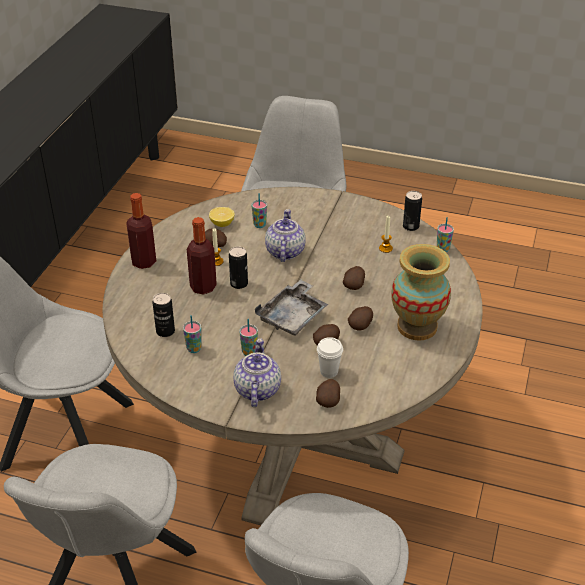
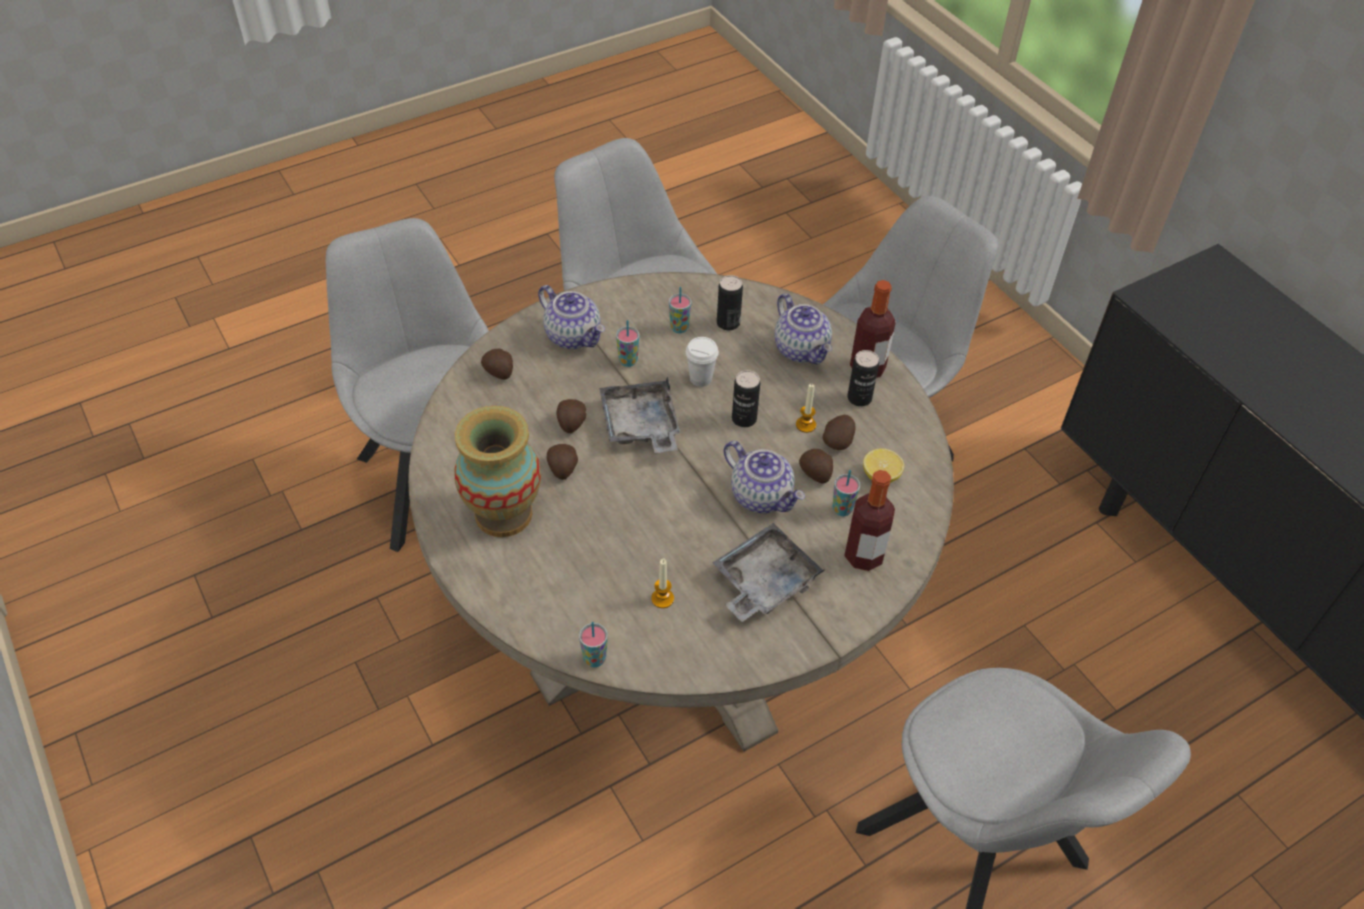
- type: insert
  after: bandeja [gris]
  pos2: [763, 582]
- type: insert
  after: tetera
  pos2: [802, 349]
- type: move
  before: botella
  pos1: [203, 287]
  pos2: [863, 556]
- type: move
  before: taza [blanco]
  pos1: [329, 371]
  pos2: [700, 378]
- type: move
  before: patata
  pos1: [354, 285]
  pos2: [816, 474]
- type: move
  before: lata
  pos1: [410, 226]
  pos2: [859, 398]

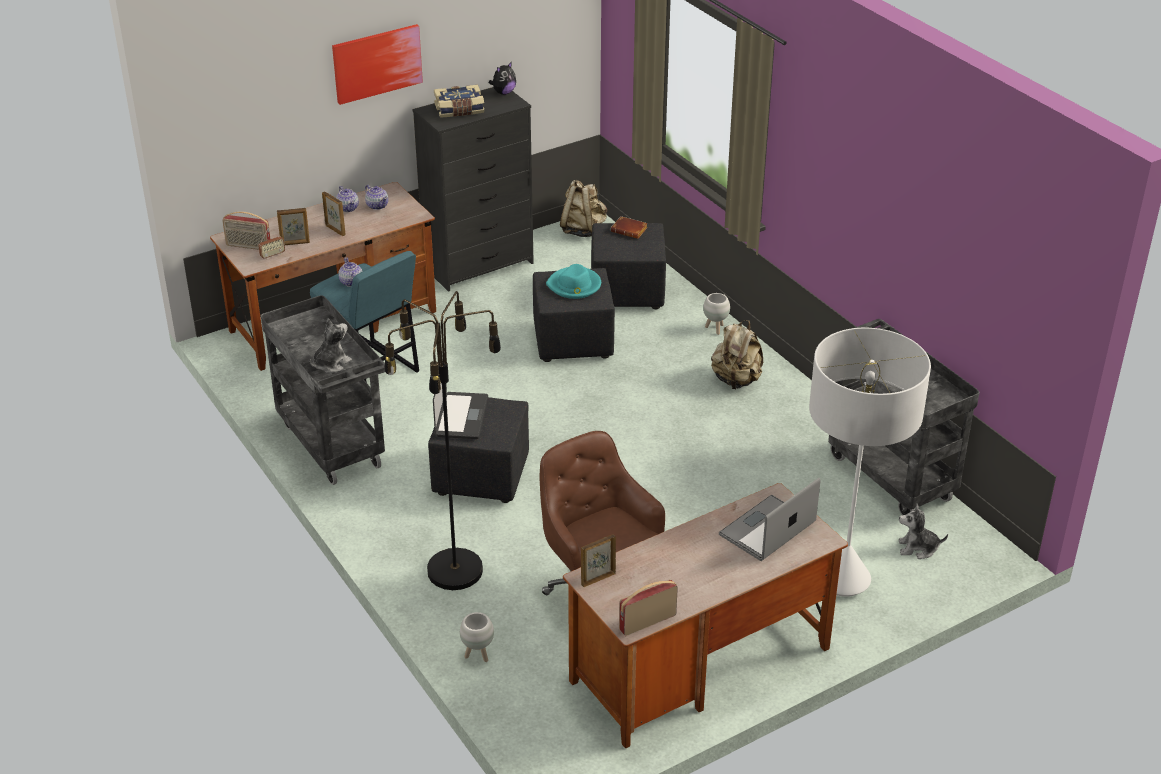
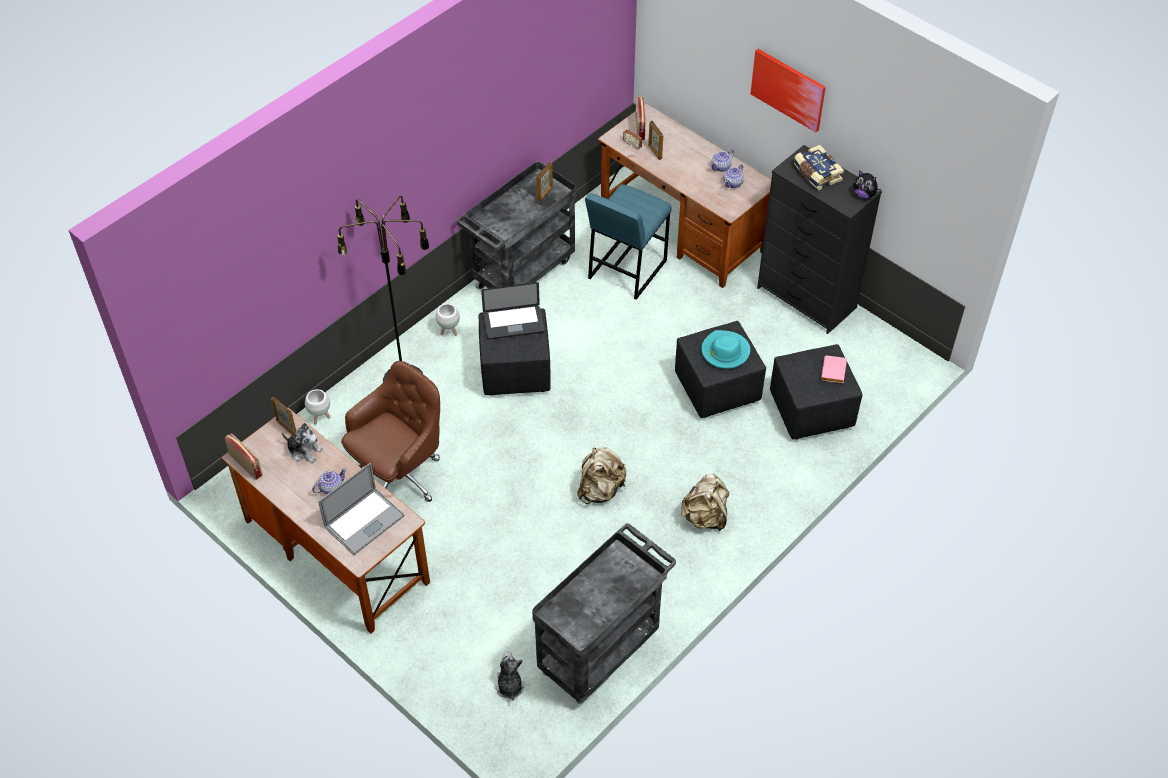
- type: delete
  before: lámpara de pie [blanco]
  pos1: [843, 582]
- type: move
  before: peluche
  pos1: [331, 364]
  pos2: [304, 450]
- type: move
  before: portarretratos
  pos1: [335, 230]
  pos2: [545, 193]
- type: move
  before: tetera
  pos1: [351, 282]
  pos2: [330, 487]
- type: move
  before: mochila [beis]
  pos1: [583, 230]
  pos2: [600, 489]
- type: move
  before: maceta [blanco]
  pos1: [715, 329]
  pos2: [449, 331]
- type: recolor
  before: libro [marrón]
  after: libro [rosa]
  pos1: [630, 230]
  pos2: [834, 372]
- type: rotate
  before: portátil
  pos1: [767, 529]
  pos2: [364, 521]
  turn: 105

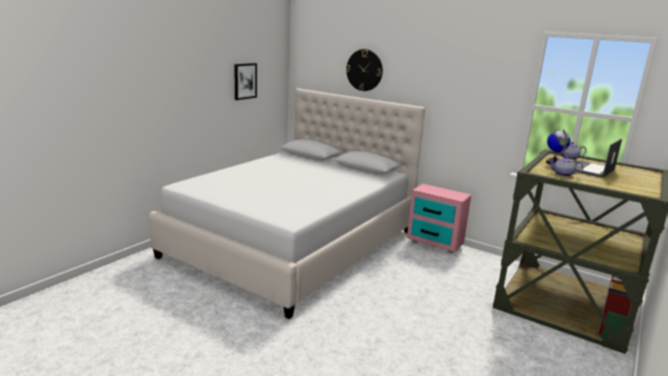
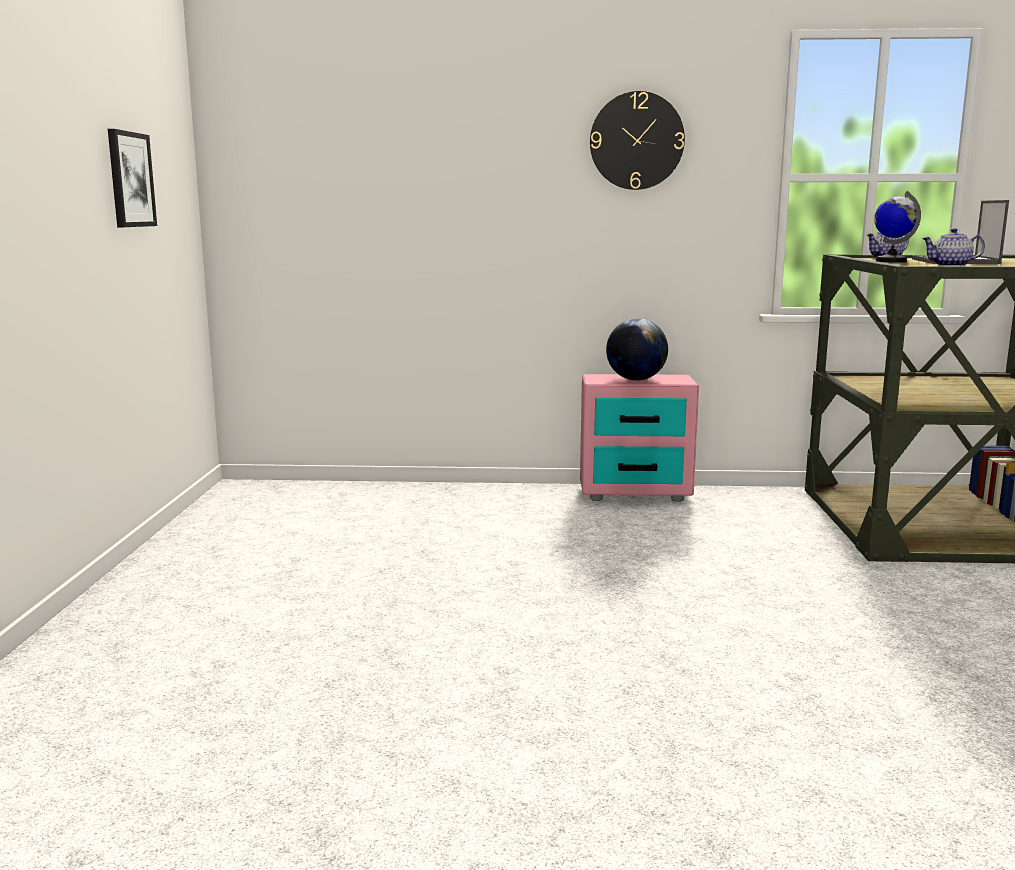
- type: delete
  before: cama [blanco]
  pos1: [294, 243]
- type: insert
  after: globo terráqueo
  pos2: [636, 380]
- type: move
  before: reloj de pared
  pos1: [364, 70]
  pos2: [636, 141]

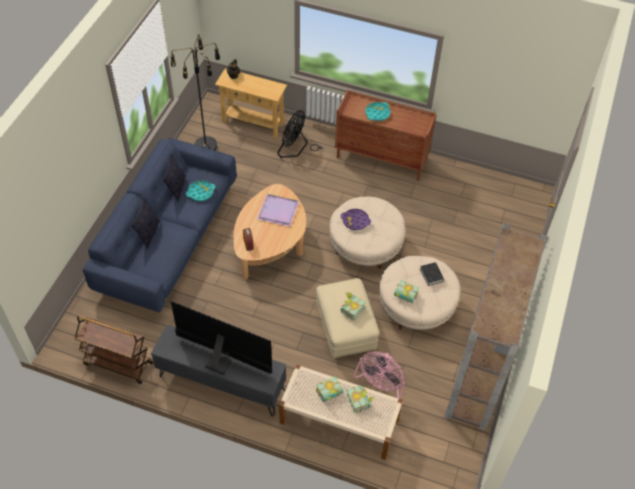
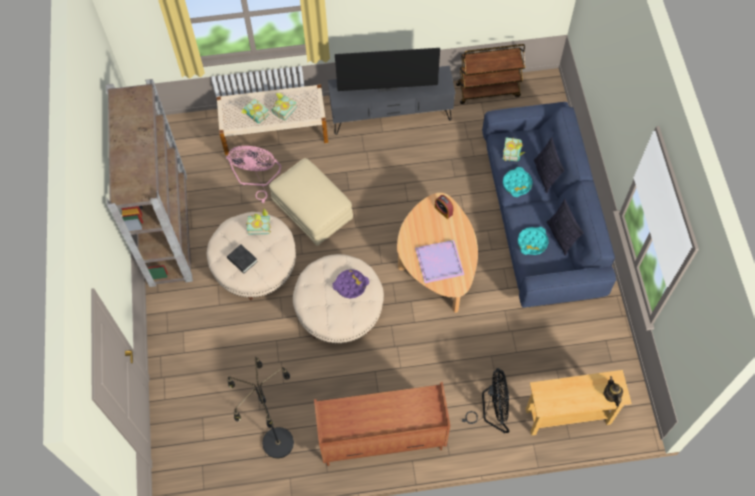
- type: move
  before: lámpara de pie
  pos1: [206, 146]
  pos2: [277, 442]
- type: move
  before: libro
  pos1: [350, 309]
  pos2: [514, 153]
- type: move
  before: bandeja [turquesa]
  pos1: [377, 113]
  pos2: [517, 184]

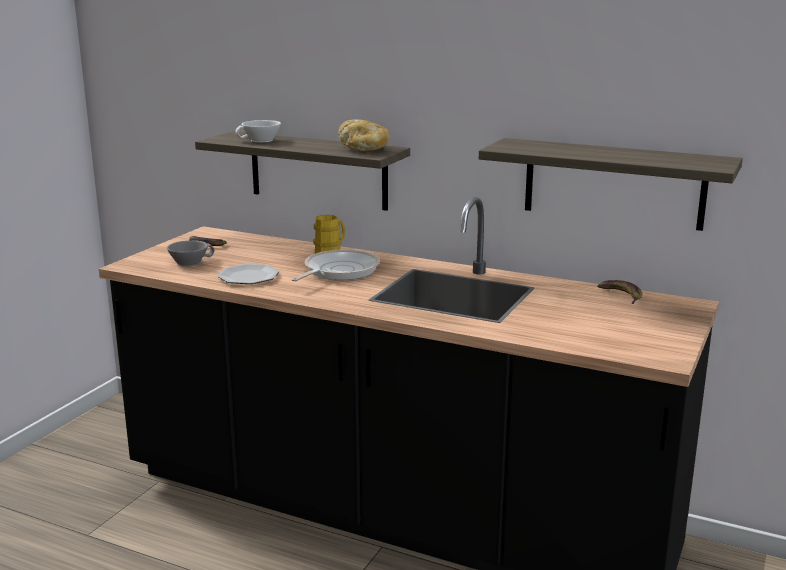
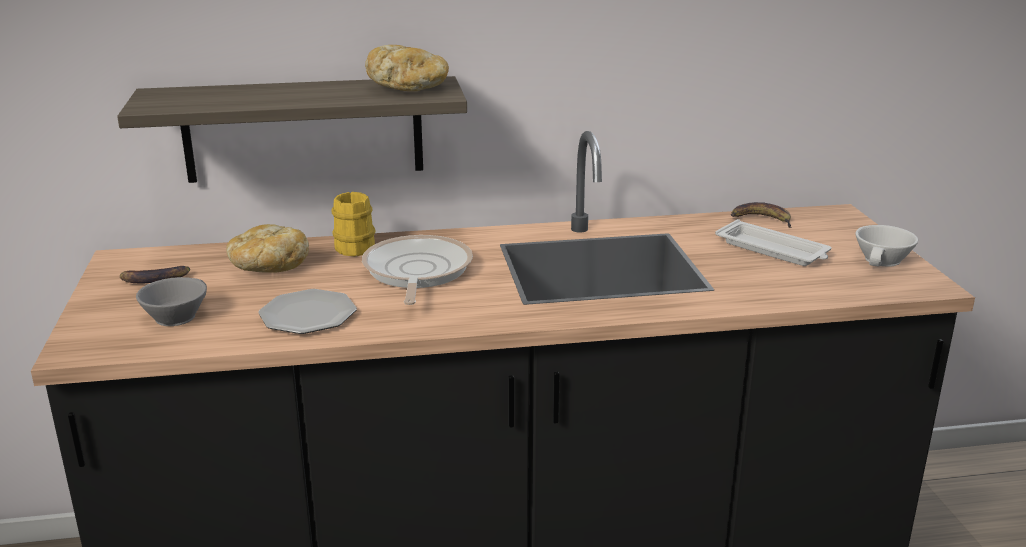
- type: delete
  before: estante
  pos1: [613, 183]
- type: insert
  after: pan
  pos2: [268, 268]
- type: insert
  after: bandeja [blanco]
  pos2: [773, 250]
- type: move
  before: taza [blanco]
  pos1: [261, 140]
  pos2: [884, 260]

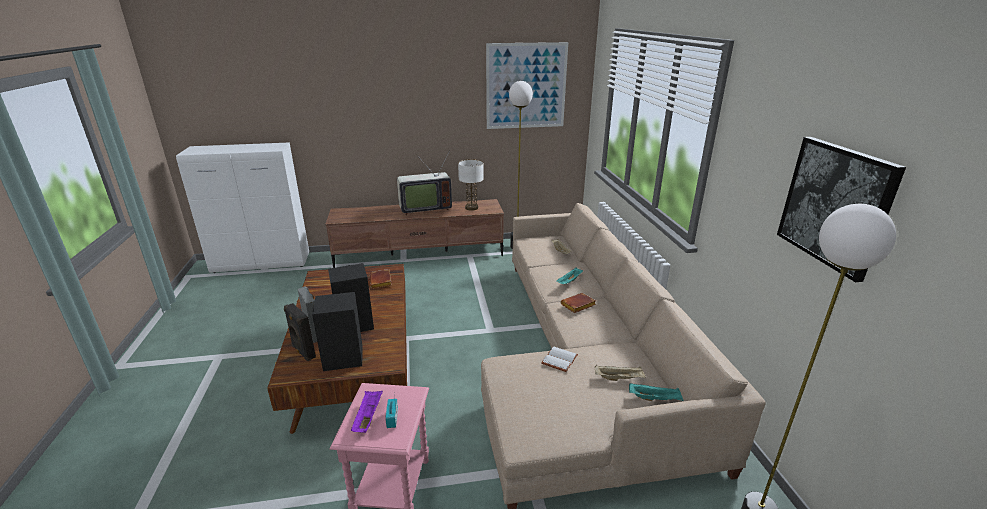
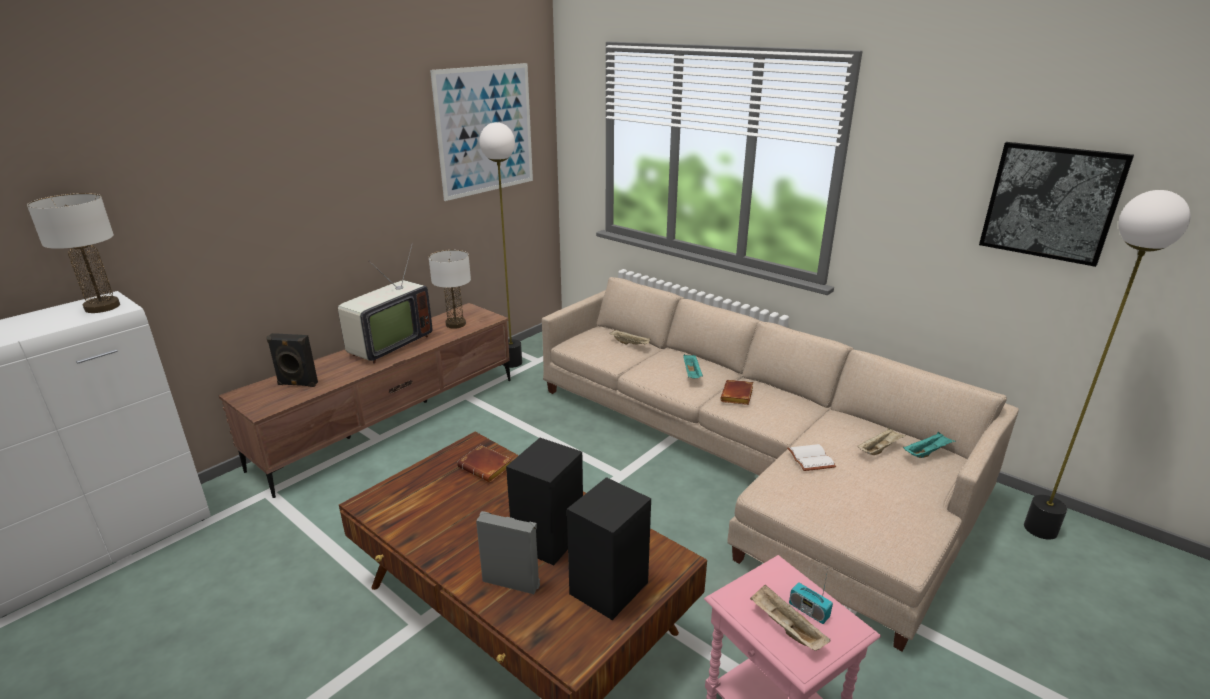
- type: insert
  after: lámpara de mesa
  pos2: [102, 307]
- type: move
  before: altavoz [negro]
  pos1: [303, 352]
  pos2: [297, 384]
- type: recolor
  before: bandeja [morado]
  after: bandeja [beis]
  pos1: [368, 417]
  pos2: [785, 628]

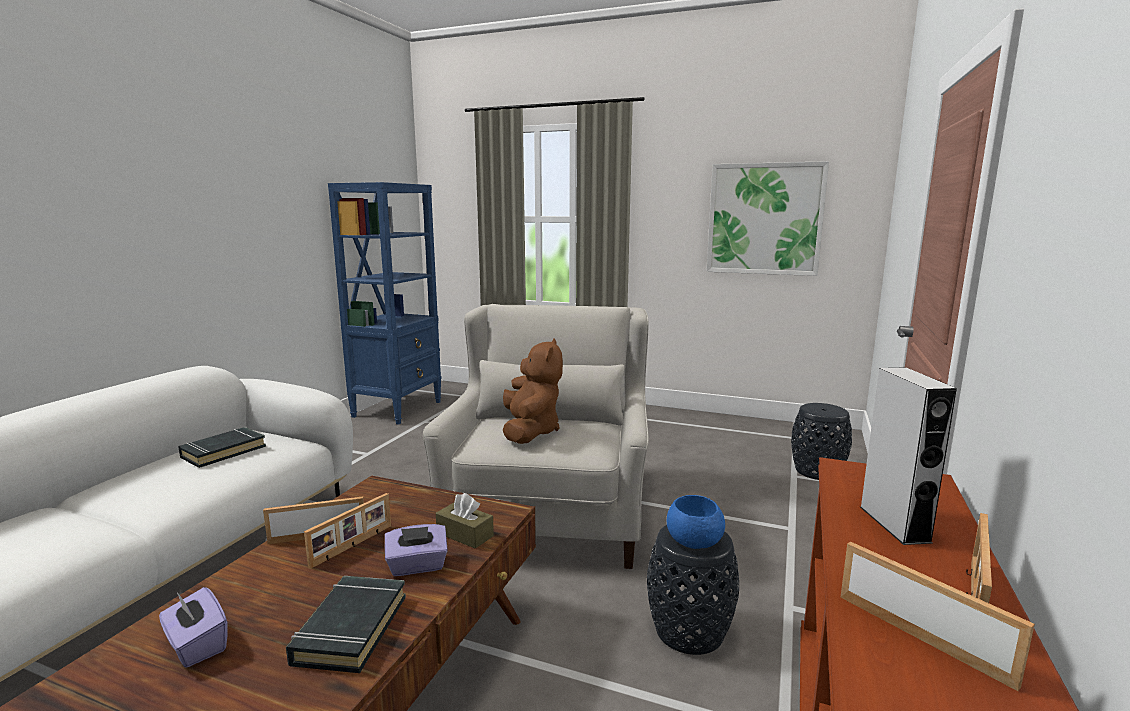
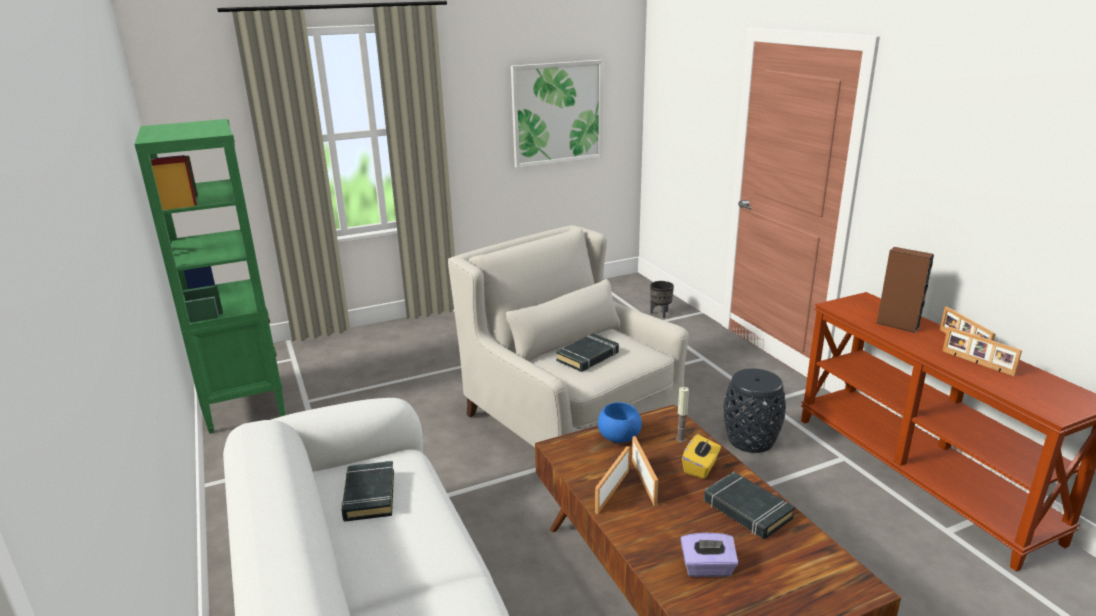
- type: move
  before: cuenco [azul]
  pos1: [693, 542]
  pos2: [619, 438]
- type: replace
  before: caja de pañuelos [marrón]
  after: vela
  pos1: [465, 534]
  pos2: [680, 439]
- type: replace
  before: peluche [marrón]
  after: libro [negro]
  pos1: [530, 431]
  pos2: [588, 357]
- type: replace
  before: taburete [negro]
  after: maceta [negro]
  pos1: [817, 471]
  pos2: [660, 314]
- type: recolor
  before: estantería [azul]
  after: estantería [verde]
  pos1: [398, 409]
  pos2: [245, 402]
- type: recolor
  before: caja de pañuelos [morado]
  after: caja de pañuelos [amarillo]
  pos1: [417, 566]
  pos2: [700, 467]
- type: recolor
  before: altavoz [gris]
  after: altavoz [marrón]
  pos1: [894, 524]
  pos2: [897, 325]
- type: rotate
  before: portarretratos
  pos1: [922, 636]
  pos2: [977, 363]
  turn: -135

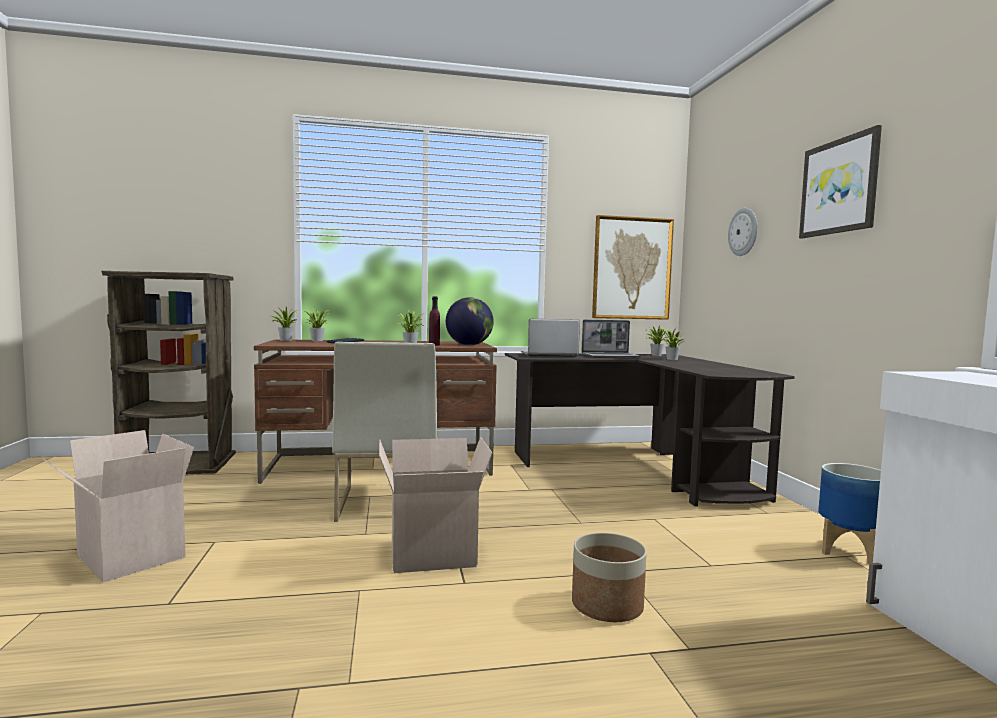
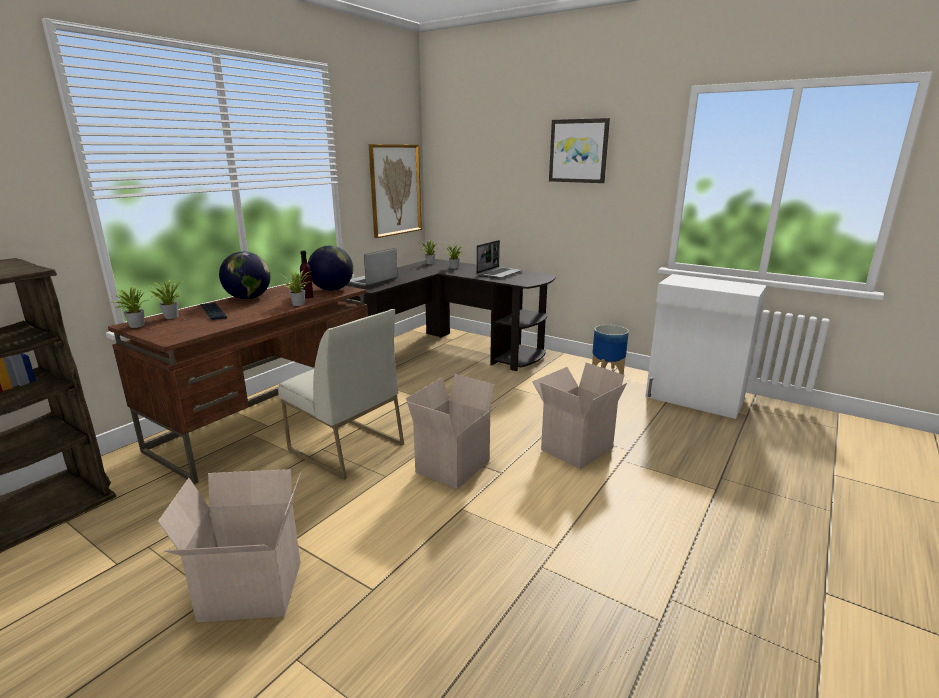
- type: delete
  before: reloj de pared
  pos1: [743, 232]
- type: insert
  after: globo terráqueo
  pos2: [249, 298]
- type: move
  before: portátil
  pos1: [611, 356]
  pos2: [499, 273]
- type: replace
  before: maceta
  after: caja de cartón
  pos1: [607, 605]
  pos2: [575, 448]

